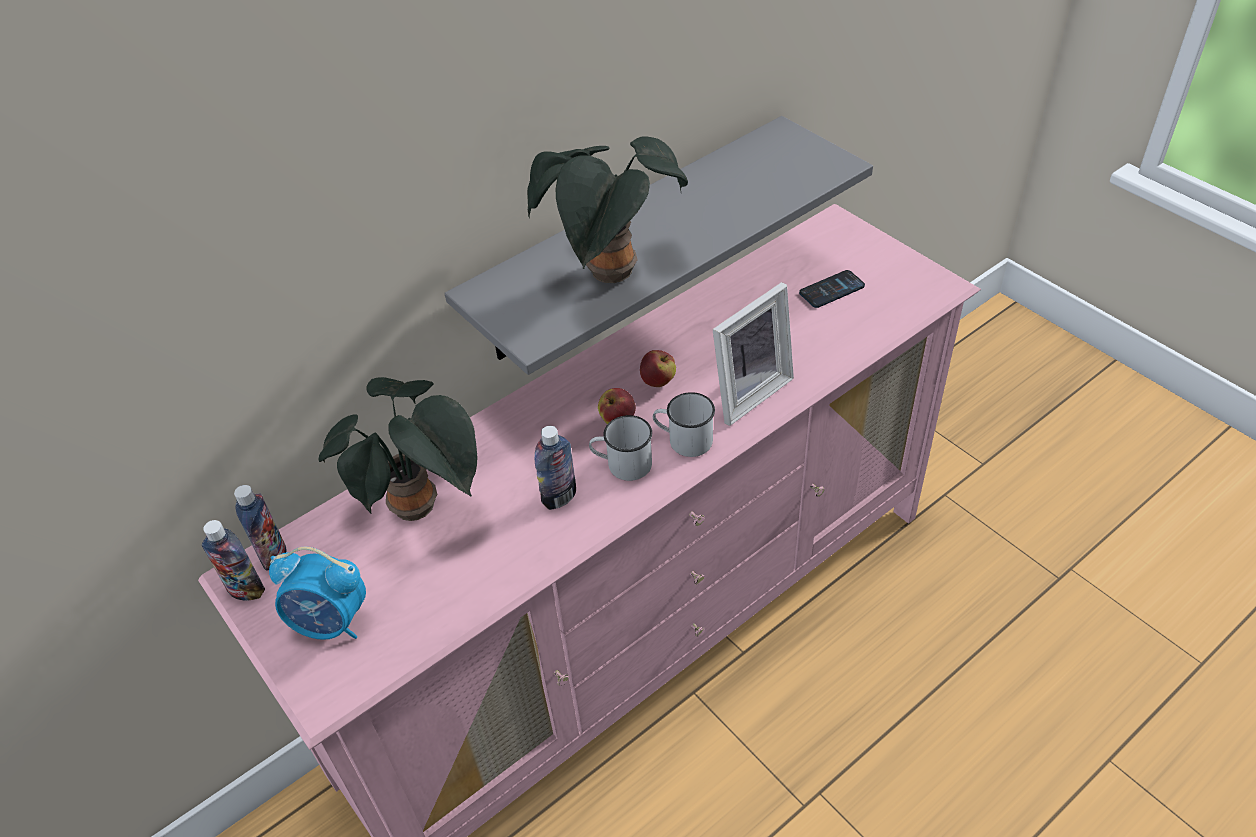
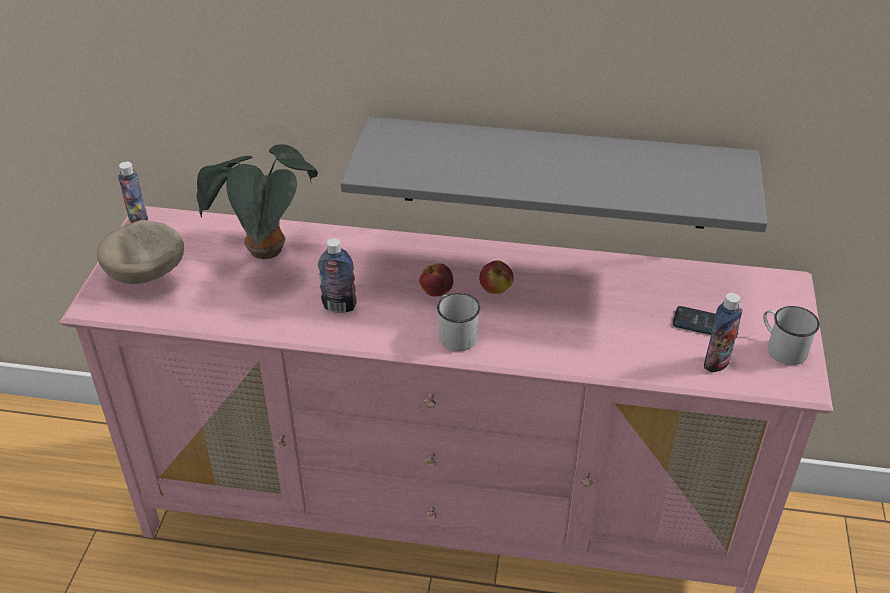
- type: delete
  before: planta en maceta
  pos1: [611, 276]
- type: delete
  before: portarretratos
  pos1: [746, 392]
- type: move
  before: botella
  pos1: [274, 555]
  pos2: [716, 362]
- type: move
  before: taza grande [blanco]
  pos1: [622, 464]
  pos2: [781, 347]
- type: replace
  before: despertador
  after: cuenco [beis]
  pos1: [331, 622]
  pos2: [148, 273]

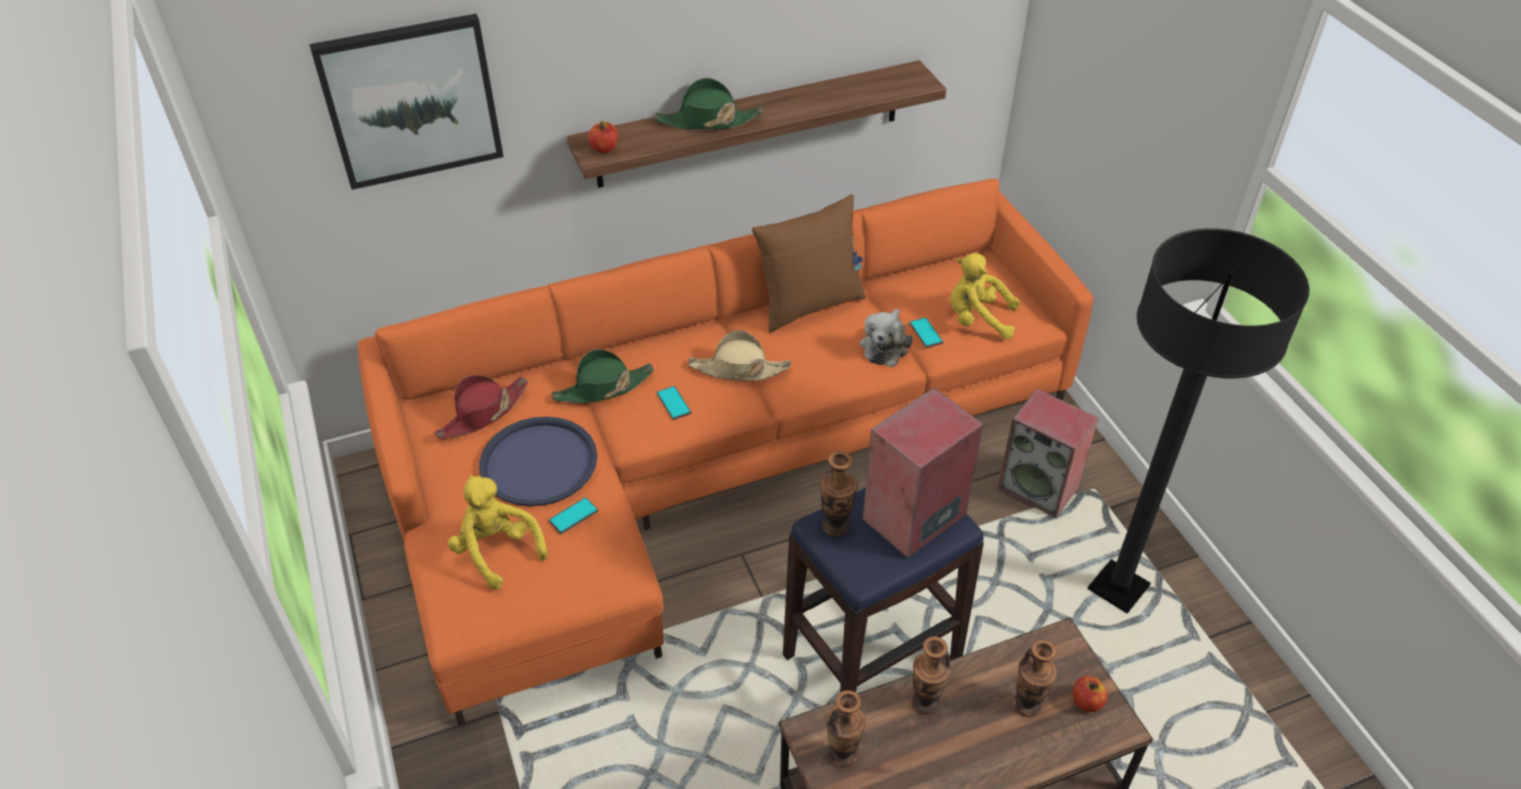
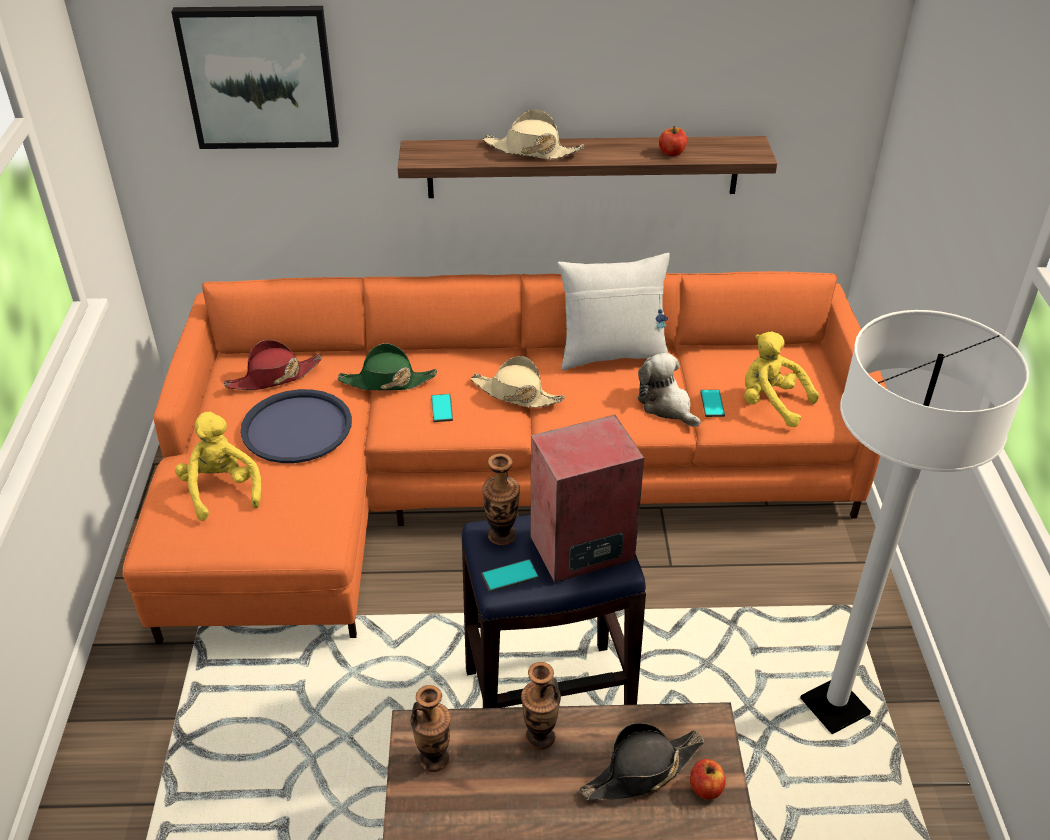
- type: delete
  before: altavoz
  pos1: [1039, 488]
- type: move
  before: móvil
  pos1: [573, 516]
  pos2: [509, 576]
- type: move
  before: manzana
  pos1: [604, 148]
  pos2: [672, 153]
- type: replace
  before: florero
  after: sombrero [negro]
  pos1: [1027, 705]
  pos2: [641, 771]
- type: recolor
  before: sombrero [verde]
  after: sombrero [beis]
  pos1: [708, 121]
  pos2: [532, 150]
- type: recolor
  before: cojín [marrón]
  after: cojín [gris]
  pos1: [809, 306]
  pos2: [612, 356]
- type: recolor
  before: lámpara de pie [negro]
  after: lámpara de pie [blanco]
  pos1: [1118, 588]
  pos2: [834, 707]
- type: rotate
  before: peluche
  pos1: [885, 345]
  pos2: [666, 406]
  turn: 105

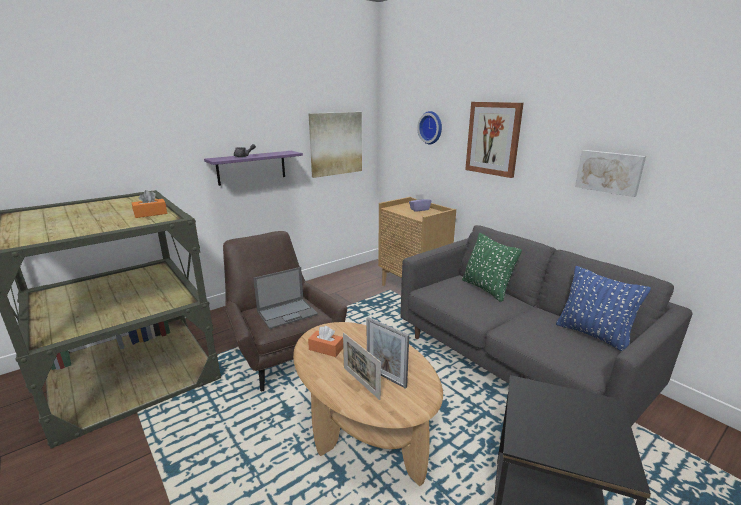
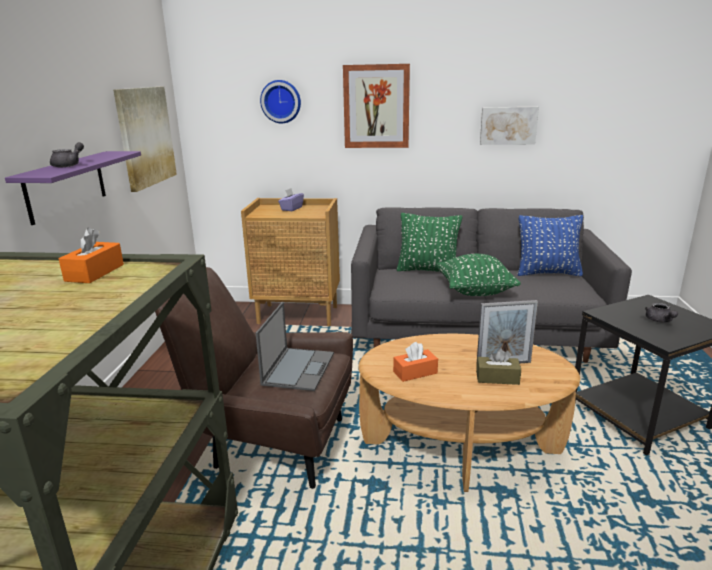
- type: insert
  after: cojín [verde]
  pos2: [475, 291]
- type: insert
  after: tetera [gris]
  pos2: [659, 321]
- type: replace
  before: portarretratos
  after: caja de pañuelos [marrón]
  pos1: [361, 383]
  pos2: [497, 378]

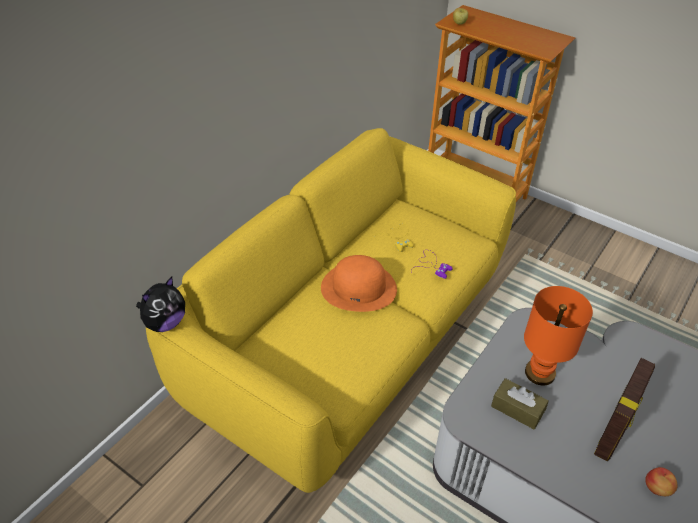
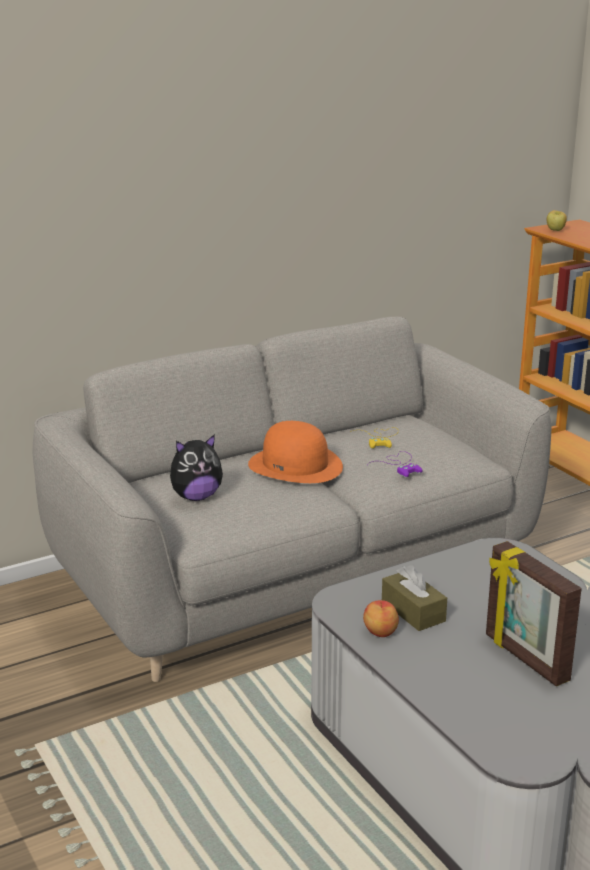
- type: delete
  before: lámpara de mesa [naranja]
  pos1: [540, 373]
- type: move
  before: peluche
  pos1: [165, 323]
  pos2: [196, 497]
- type: move
  before: manzana
  pos1: [657, 488]
  pos2: [380, 632]
- type: recolor
  before: sofá [amarillo]
  after: sofá [gris]
  pos1: [347, 345]
  pos2: [295, 578]
- type: rotate
  before: portarretratos
  pos1: [614, 432]
  pos2: [525, 658]
  turn: 90

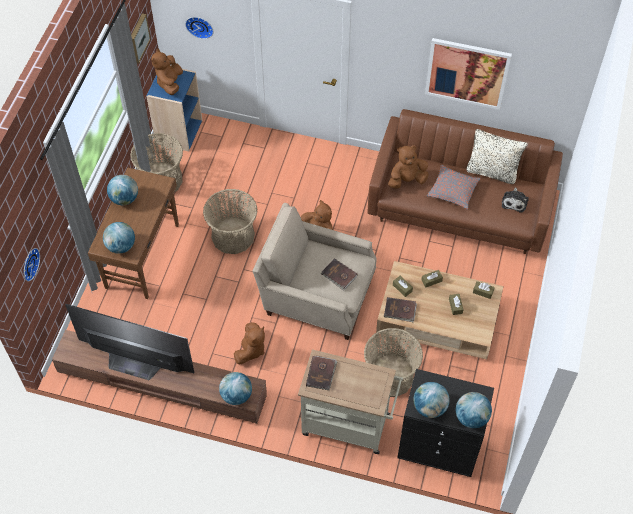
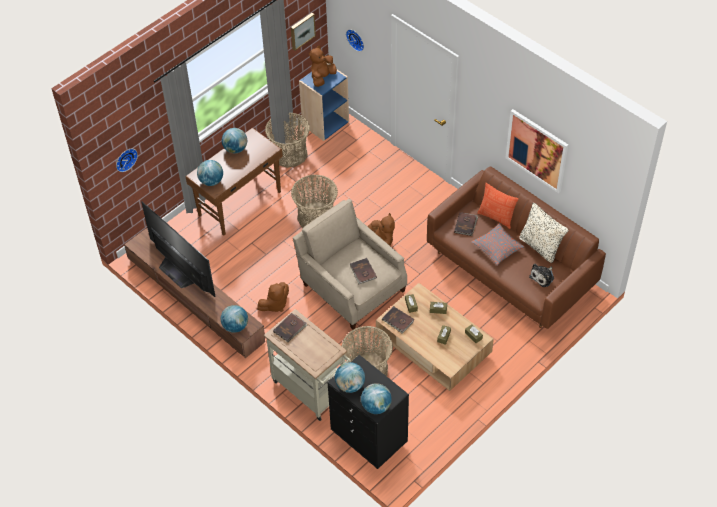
- type: insert
  after: cojín [naranja]
  pos2: [496, 217]
- type: replace
  before: peluche [marrón]
  after: libro [marrón]
  pos1: [407, 180]
  pos2: [466, 225]

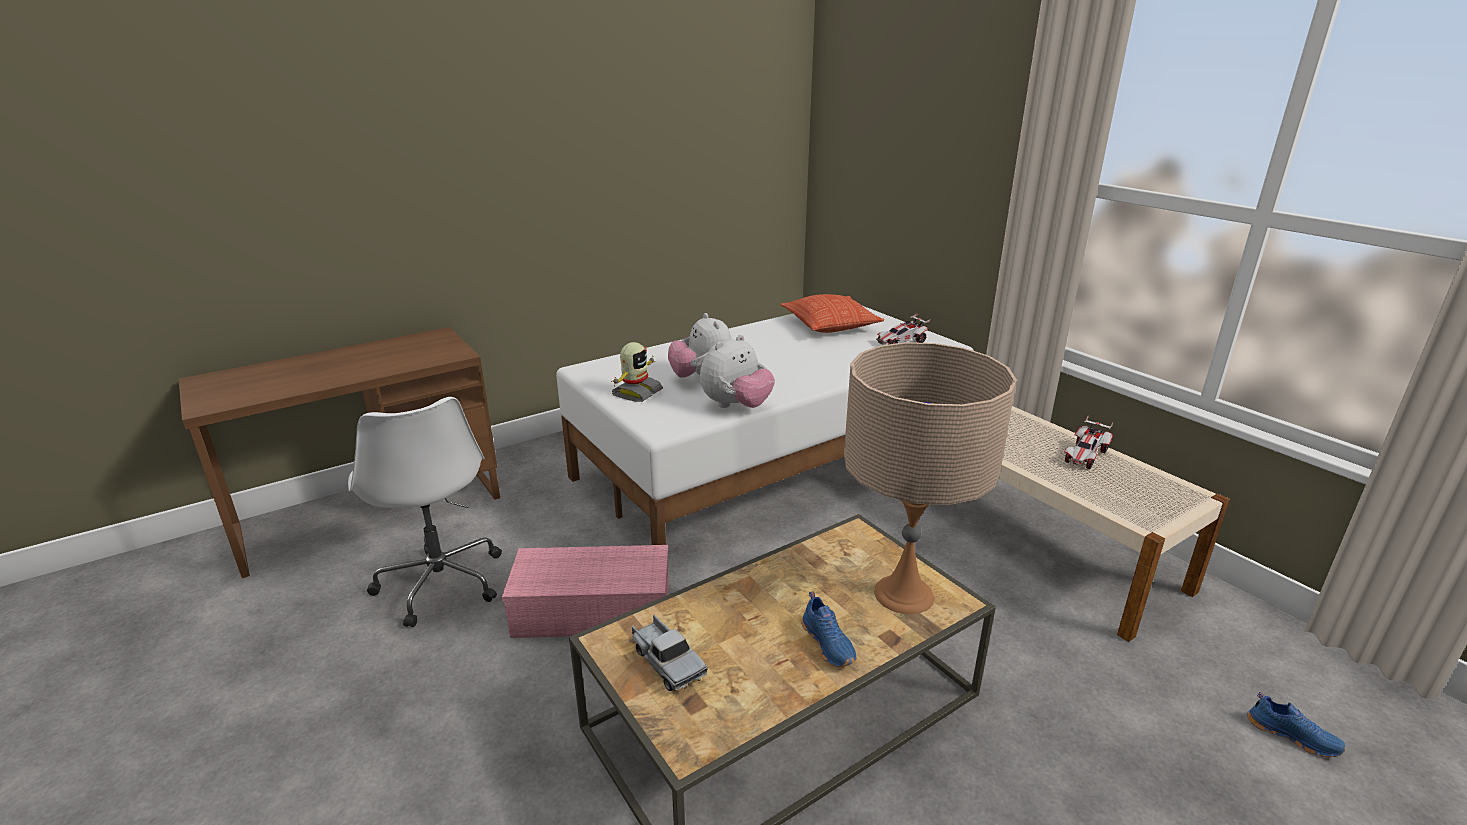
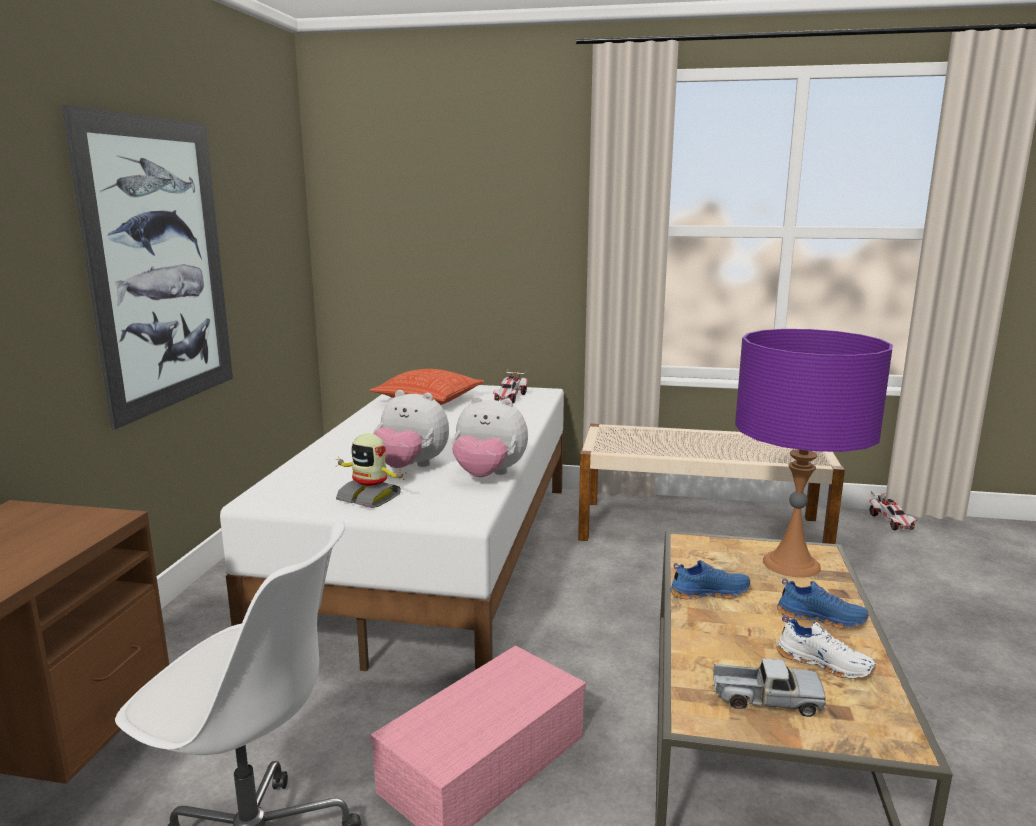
- type: insert
  after: cuadro
  pos2: [160, 265]
- type: insert
  after: zapato [blanco]
  pos2: [824, 663]
- type: move
  before: coche de juguete
  pos1: [1085, 456]
  pos2: [891, 522]
- type: move
  before: zapato [azul]
  pos1: [1292, 735]
  pos2: [708, 592]
- type: recolor
  before: lámpara de mesa [beis]
  after: lámpara de mesa [morado]
  pos1: [903, 594]
  pos2: [791, 564]
- type: rotate
  before: robot de juguete
  pos1: [636, 392]
  pos2: [370, 497]
  turn: 135
- type: rotate
  before: peluche
  pos1: [736, 406]
  pos2: [488, 475]
  turn: 105

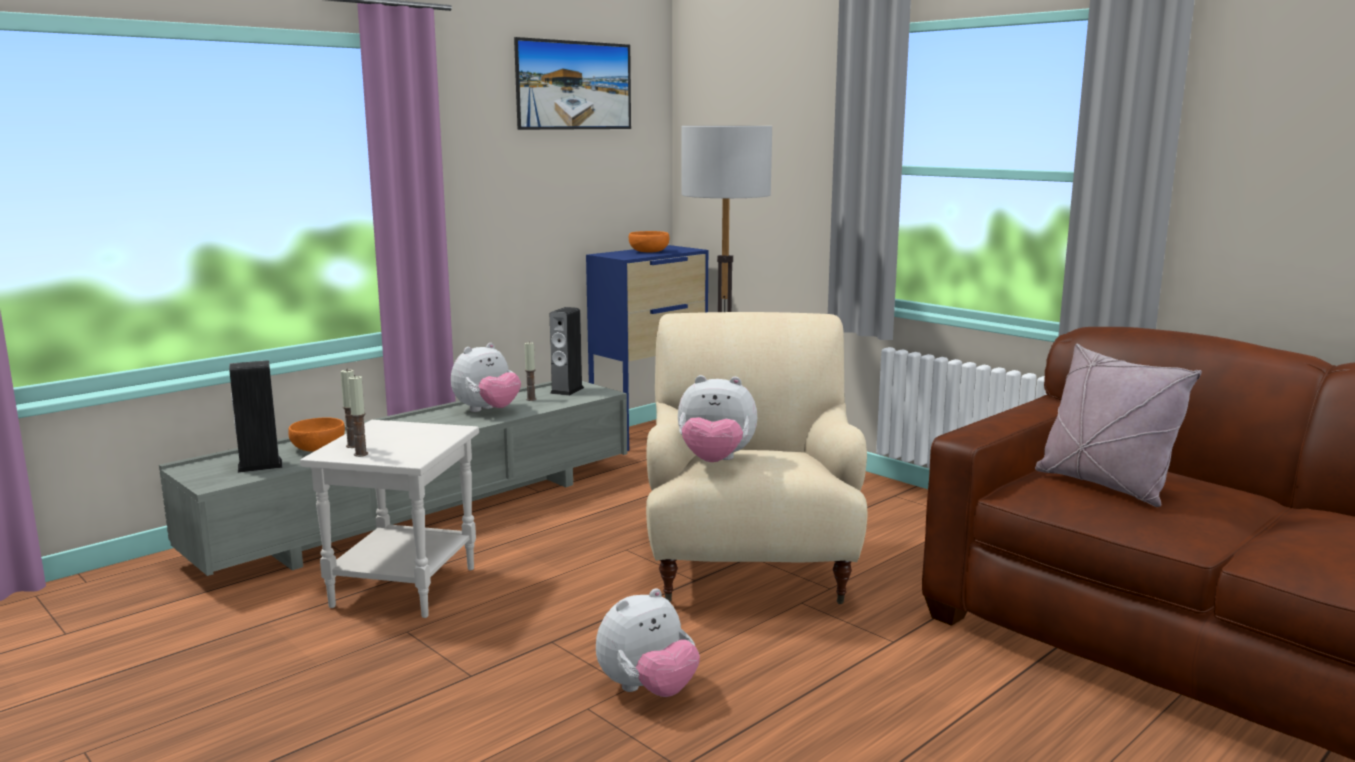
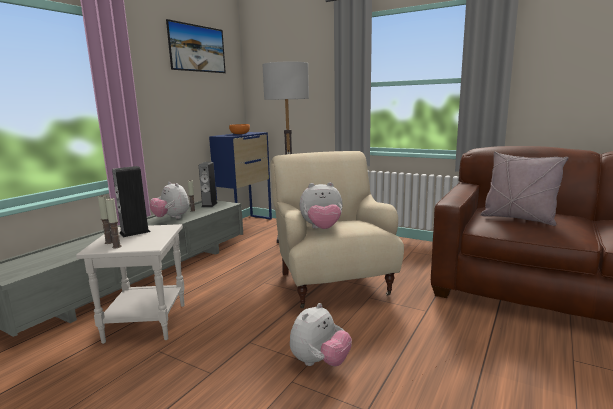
- type: delete
  before: cuenco [naranja]
  pos1: [319, 448]
- type: move
  before: altavoz
  pos1: [260, 465]
  pos2: [135, 232]
- type: rotate
  before: peluche
  pos1: [487, 411]
  pos2: [171, 218]
  turn: 105

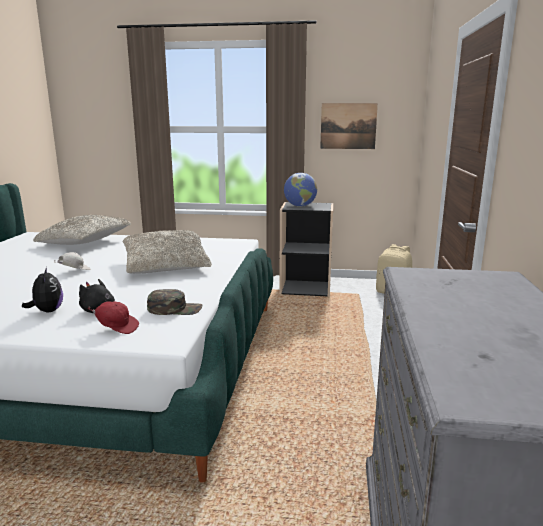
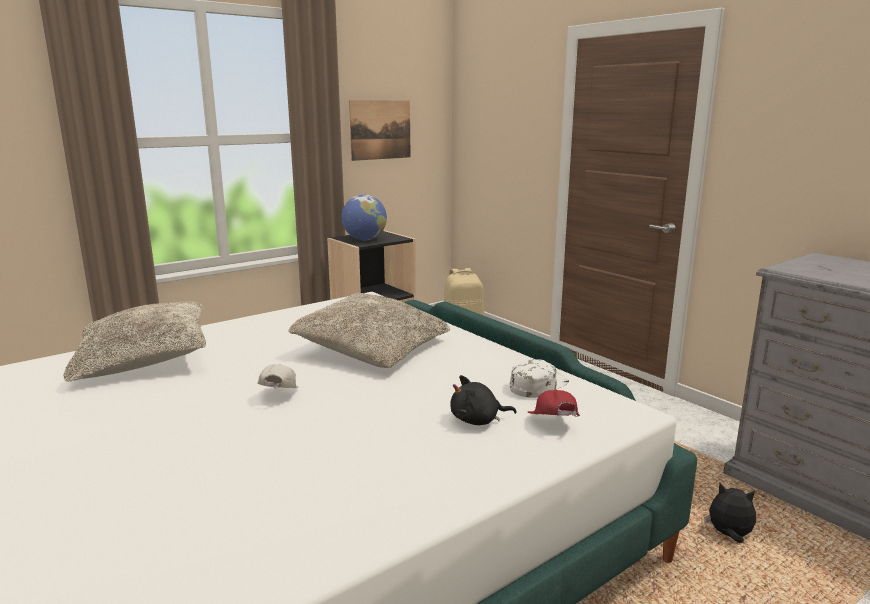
- type: move
  before: peluche
  pos1: [47, 311]
  pos2: [729, 535]
- type: recolor
  before: gorra [verde]
  after: gorra [blanco]
  pos1: [175, 309]
  pos2: [538, 385]
- type: rotate
  before: gorra [rojo]
  pos1: [117, 328]
  pos2: [552, 425]
  turn: -75

